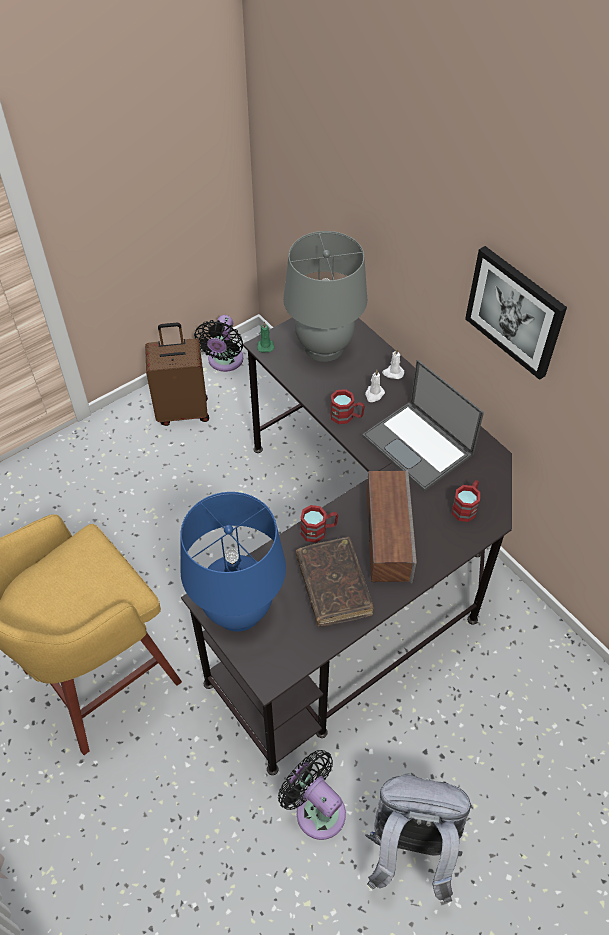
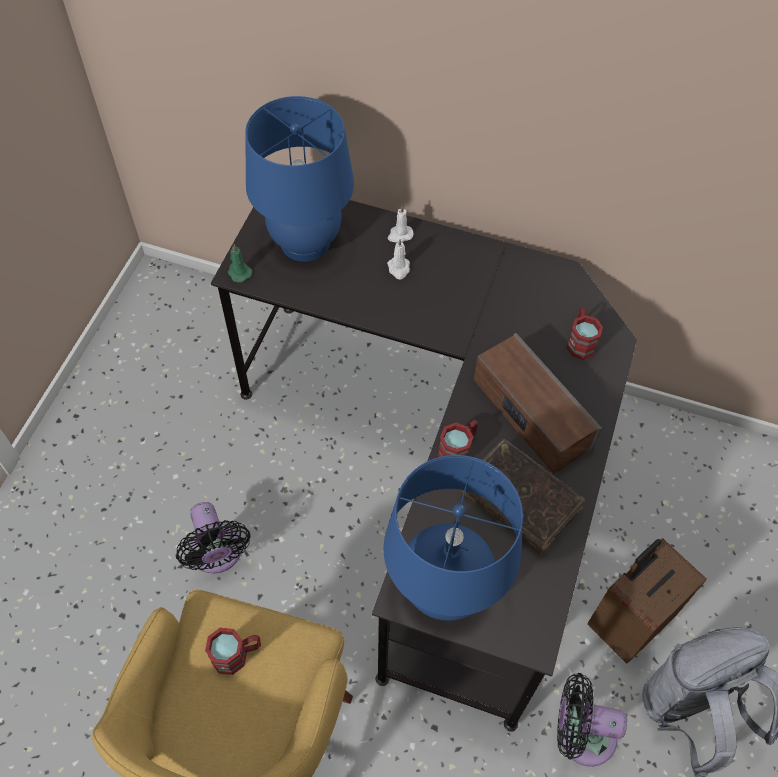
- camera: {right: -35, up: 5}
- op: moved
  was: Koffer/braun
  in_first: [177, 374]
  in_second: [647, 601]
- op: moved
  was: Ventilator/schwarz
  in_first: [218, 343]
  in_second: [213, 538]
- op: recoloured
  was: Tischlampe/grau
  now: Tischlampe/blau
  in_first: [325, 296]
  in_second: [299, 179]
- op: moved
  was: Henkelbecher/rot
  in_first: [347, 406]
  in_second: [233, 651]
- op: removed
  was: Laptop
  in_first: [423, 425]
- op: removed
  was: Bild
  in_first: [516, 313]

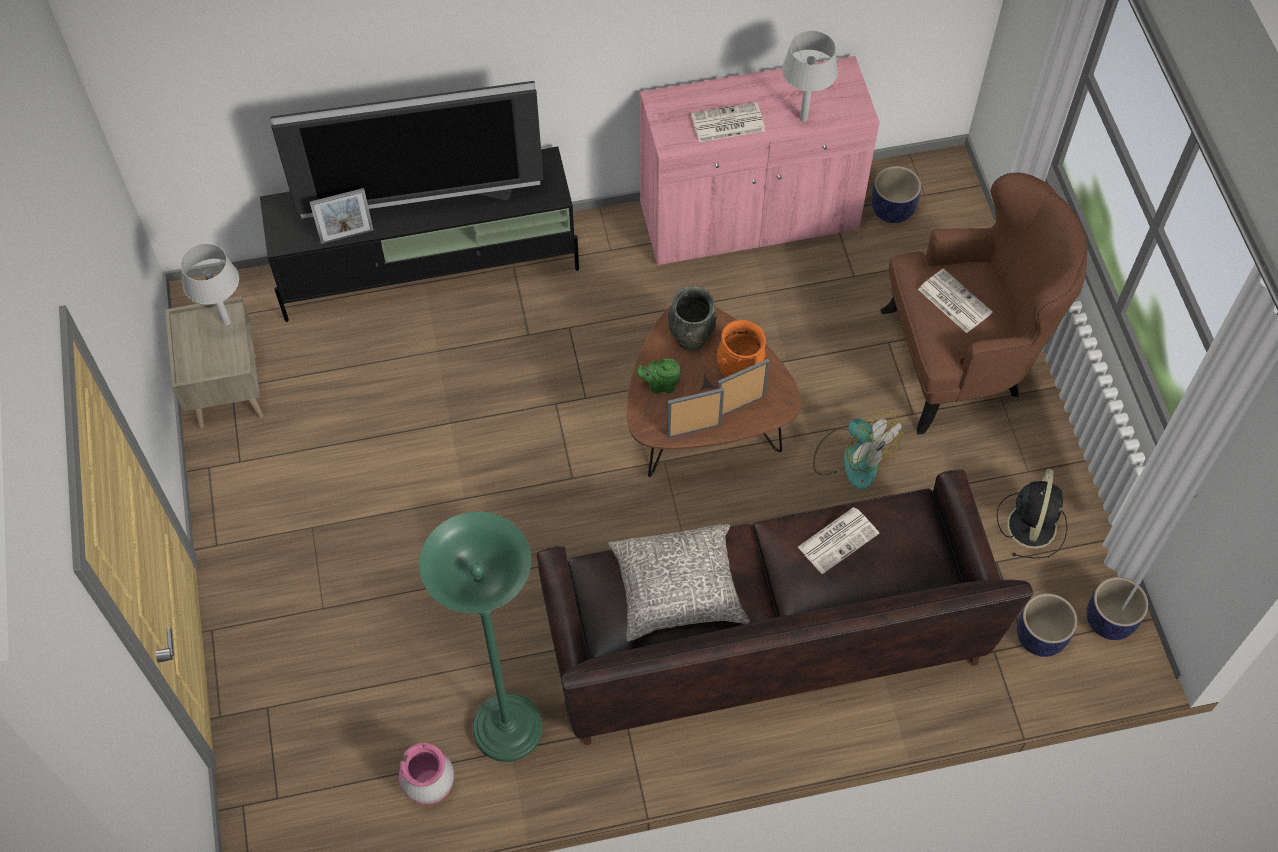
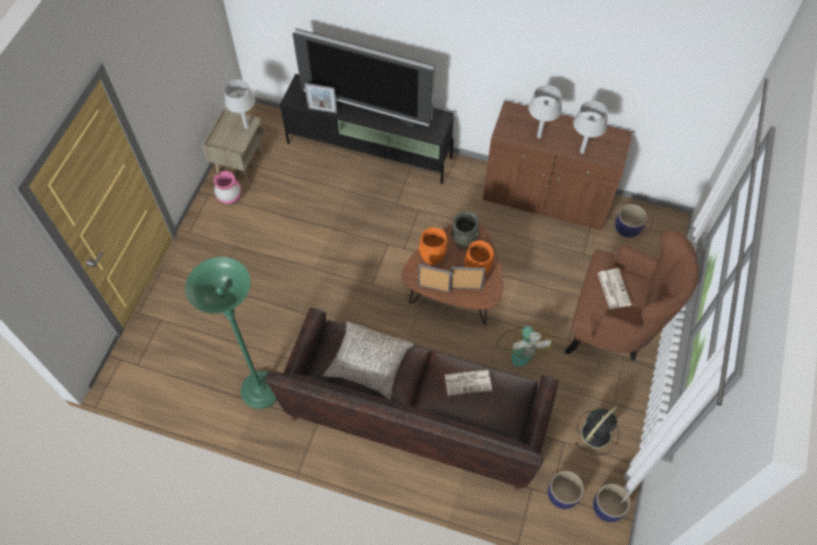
- camera: {right: 30, up: 0}
- op: moved
  was: Vase/rosa
  in_first: [426, 774]
  in_second: [227, 188]
- op: replaced
  was: Teekanne/grün
  now: Vase/orange
  in_first: [658, 376]
  in_second: [433, 246]
- op: recoloured
  was: Schrank/rosa
  now: Schrank/braun
  in_first: [759, 160]
  in_second: [558, 165]
- op: replaced
  was: Zeitung
  now: Tischlampe/grau
  in_first: [728, 122]
  in_second: [545, 111]

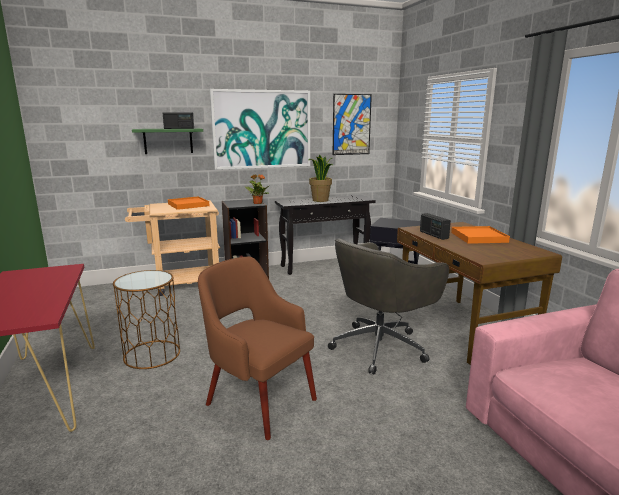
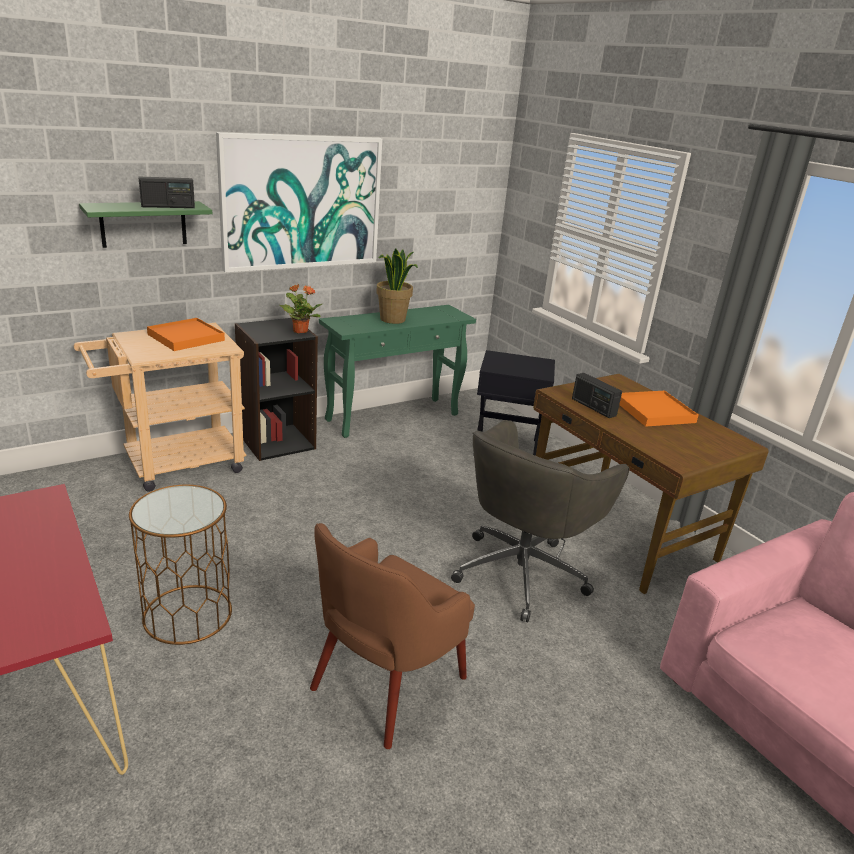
- camera: {right: -15, up: 10}
- op: turned
  was: Sessel/braun
  in_first: [257, 348]
  in_second: [392, 636]
  clockwise: -75
- op: recoloured
  was: Konsolentisch/schwarz
  now: Konsolentisch/grün
  in_first: [325, 235]
  in_second: [397, 371]
- op: removed
  was: Bild
  in_first: [352, 124]

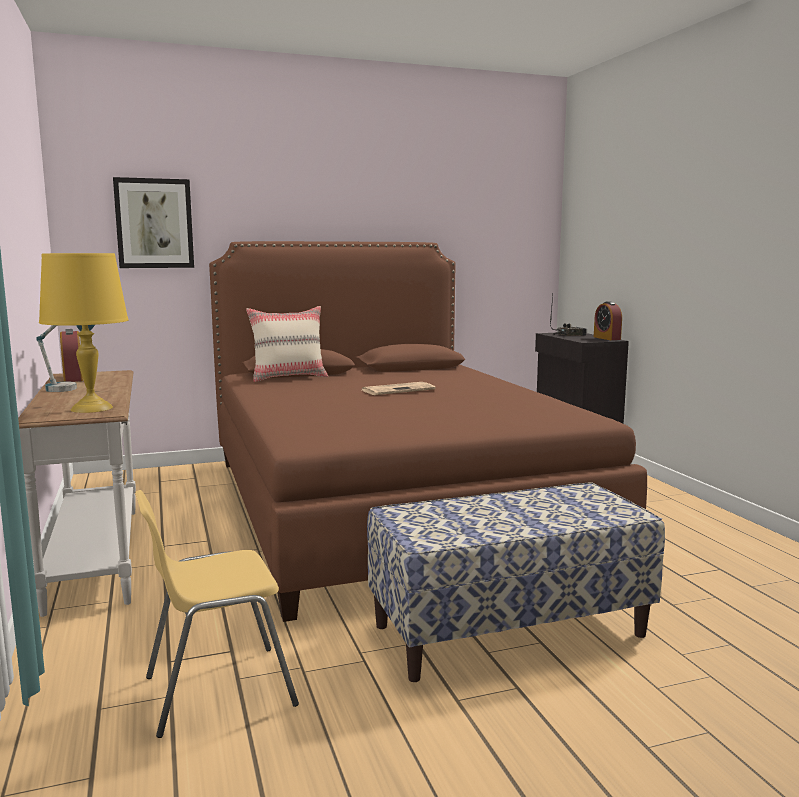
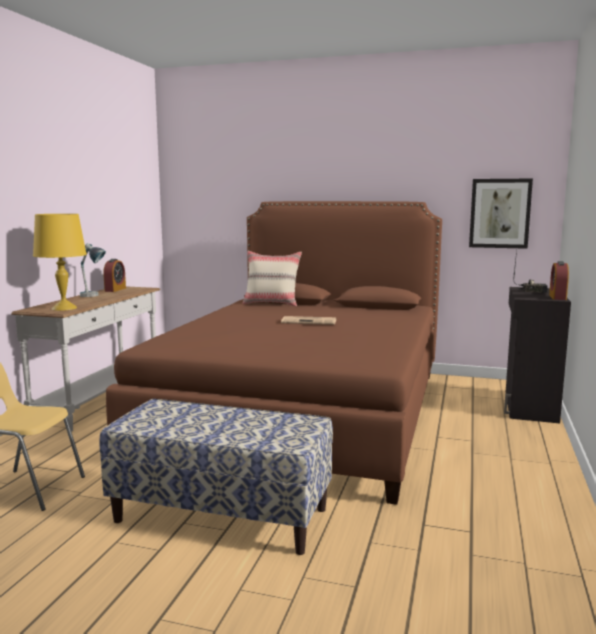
- camera: {right: 35, up: 0}
- op: moved
  was: Bild
  in_first: [153, 222]
  in_second: [501, 214]

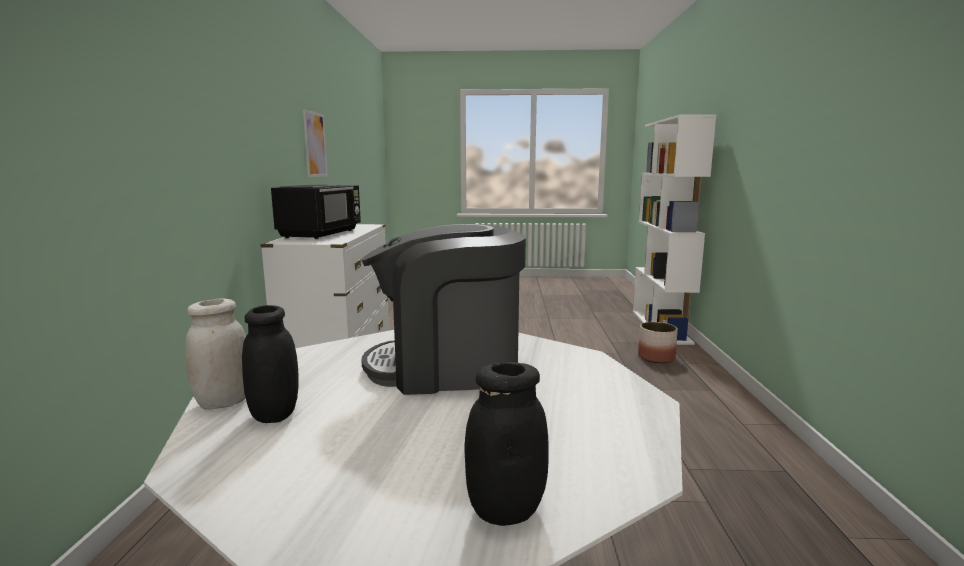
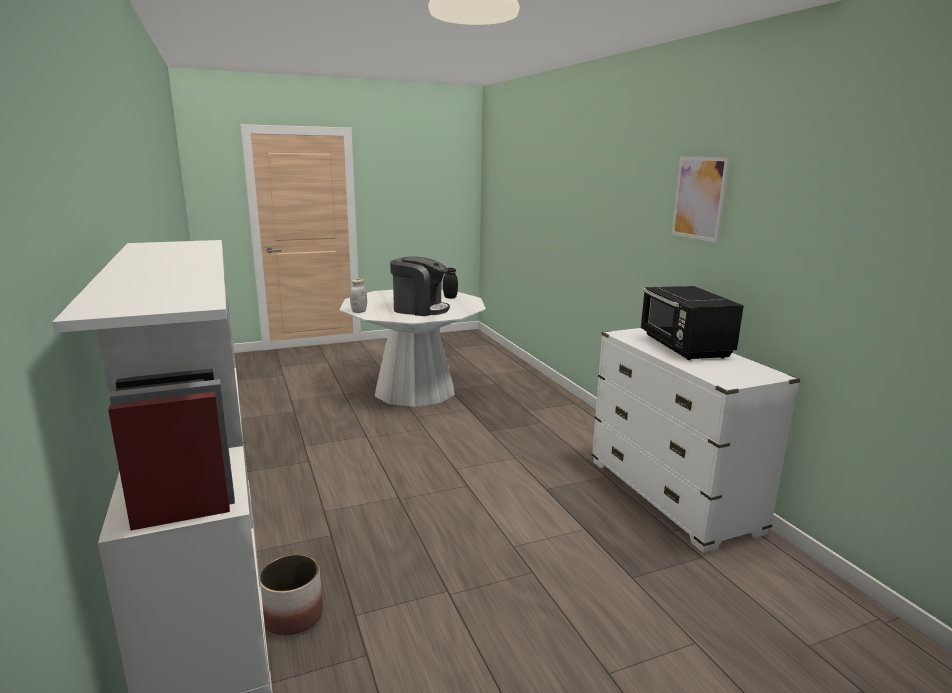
- camera: {right: 155, up: 5}
- op: moved
  was: Vorratsglas/weiß
  in_first: [215, 354]
  in_second: [358, 296]
- op: moved
  was: Bild
  in_first: [315, 143]
  in_second: [700, 200]
- op: turned
  was: Kaffeemaschine
  in_first: [443, 309]
  in_second: [420, 286]
  clockwise: 45
- op: removed
  was: Vorratsglas/schwarz
  in_first: [507, 444]

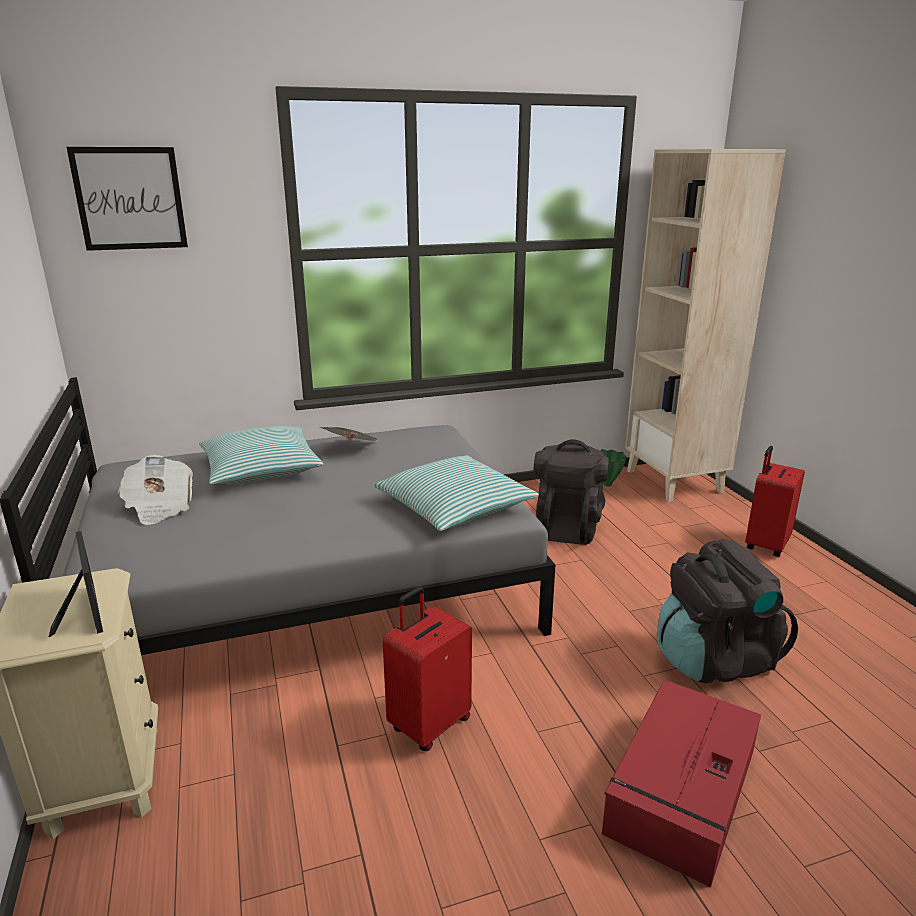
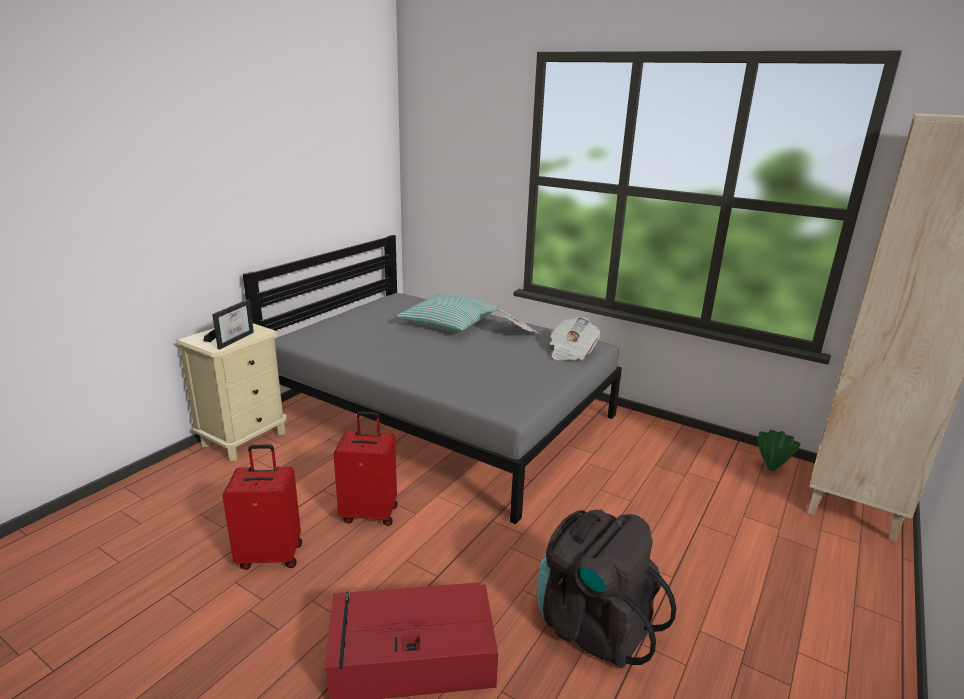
- camera: {right: 50, up: 0}
- op: removed
  was: Bild
  in_first: [127, 199]
- op: moved
  was: Zeitung
  in_first: [155, 490]
  in_second: [575, 338]
- op: removed
  was: Kissen
  in_first: [456, 493]
- op: removed
  was: Rucksack/schwarz
  in_first: [571, 492]
- op: moved
  was: Koffer/rot
  in_first: [775, 501]
  in_second: [262, 507]

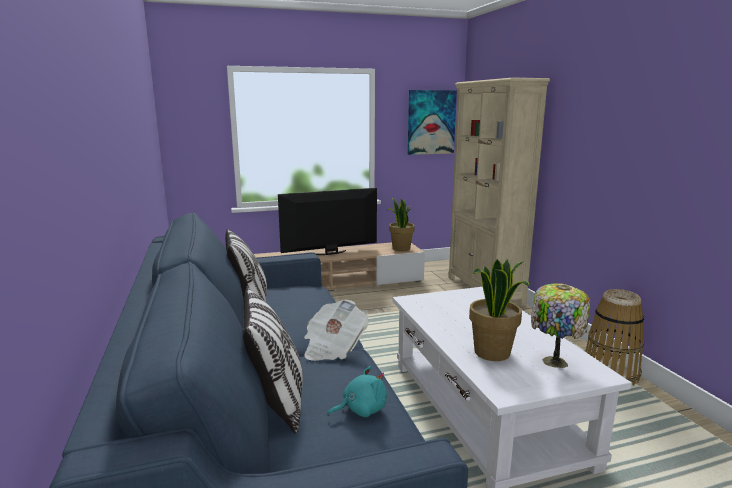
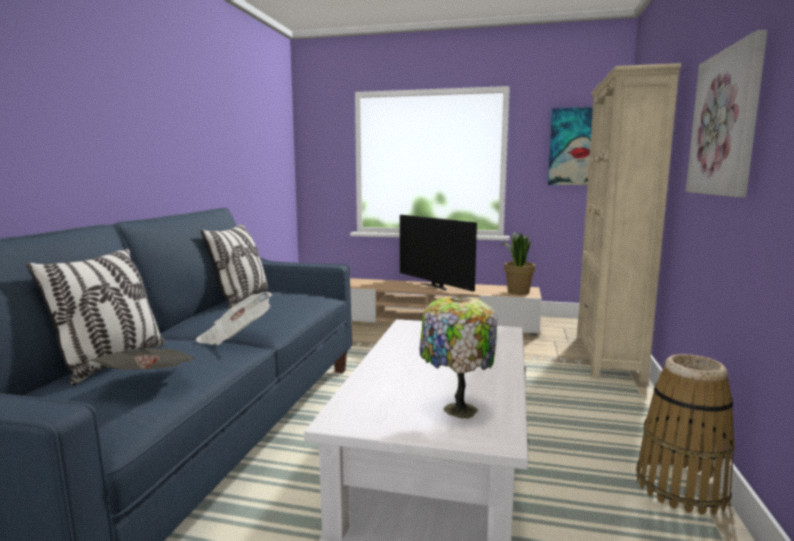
- camera: {right: 30, up: -5}
- op: turned
  was: Fernseher
  in_first: [327, 221]
  in_second: [438, 253]
  clockwise: -135
- op: replaced
  was: Plüschtier/türkis
  now: Zeitung
  in_first: [357, 391]
  in_second: [142, 359]
- op: removed
  was: Topfpflanze
  in_first: [499, 310]
- op: added
  now: Bild
  in_second: [727, 113]

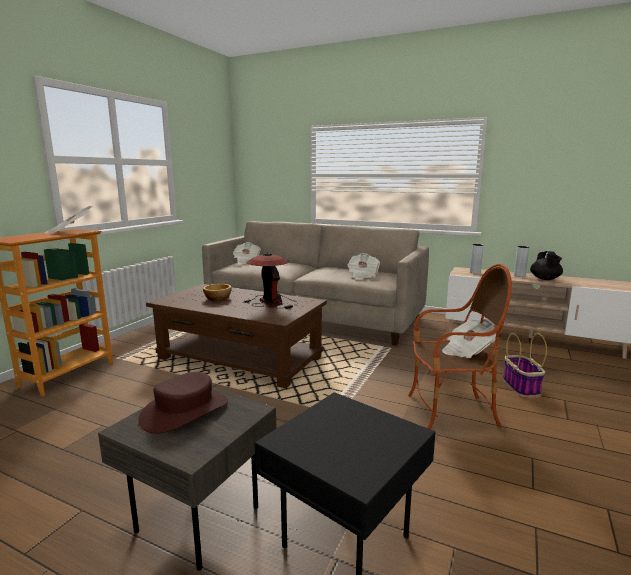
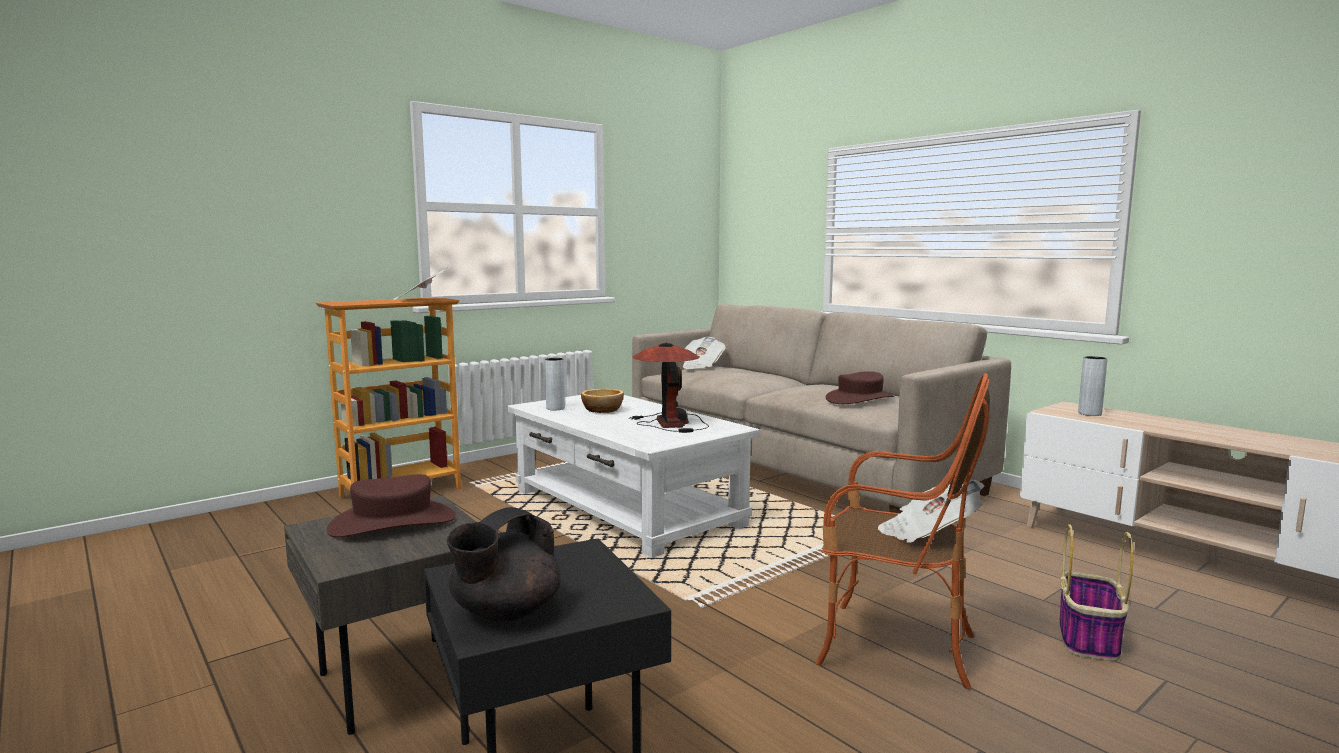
- camera: {right: 25, up: -5}
- op: recoloured
  was: Couchtisch/braun
  now: Couchtisch/weiß
  in_first: [236, 336]
  in_second: [633, 476]
- op: replaced
  was: Zeitung
  now: Hut/braun
  in_first: [363, 266]
  in_second: [860, 387]
- op: moved
  was: Vase/grau
  in_first: [521, 261]
  in_second: [555, 384]
- op: moved
  was: Teekanne/schwarz
  in_first: [546, 265]
  in_second: [504, 564]

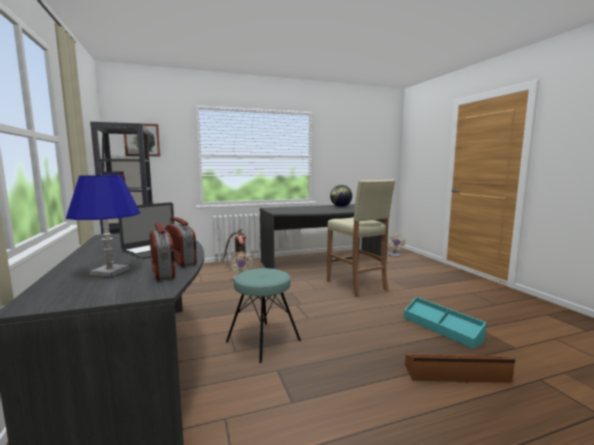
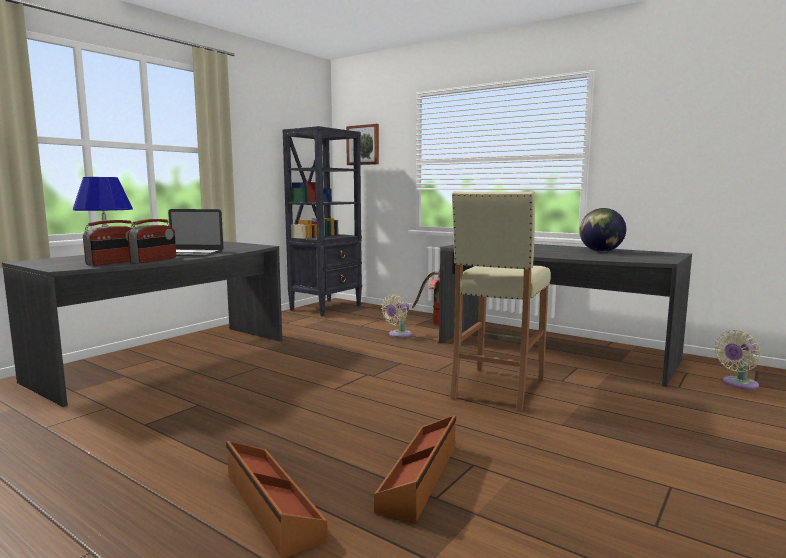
- camera: {right: 55, up: 0}
- op: removed
  was: Hocker/türkis
  in_first: [263, 315]
- op: recoloured
  was: Aufbewahrungsbox/türkis
  now: Aufbewahrungsbox/braun
  in_first: [445, 323]
  in_second: [415, 468]

